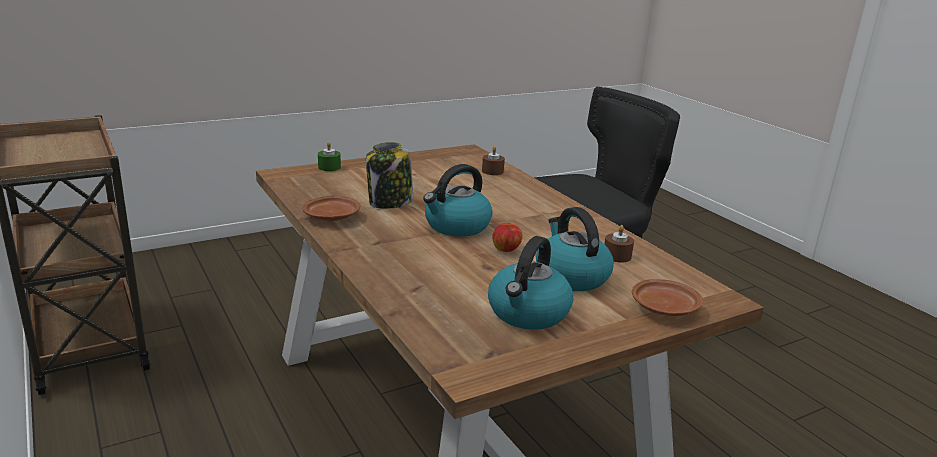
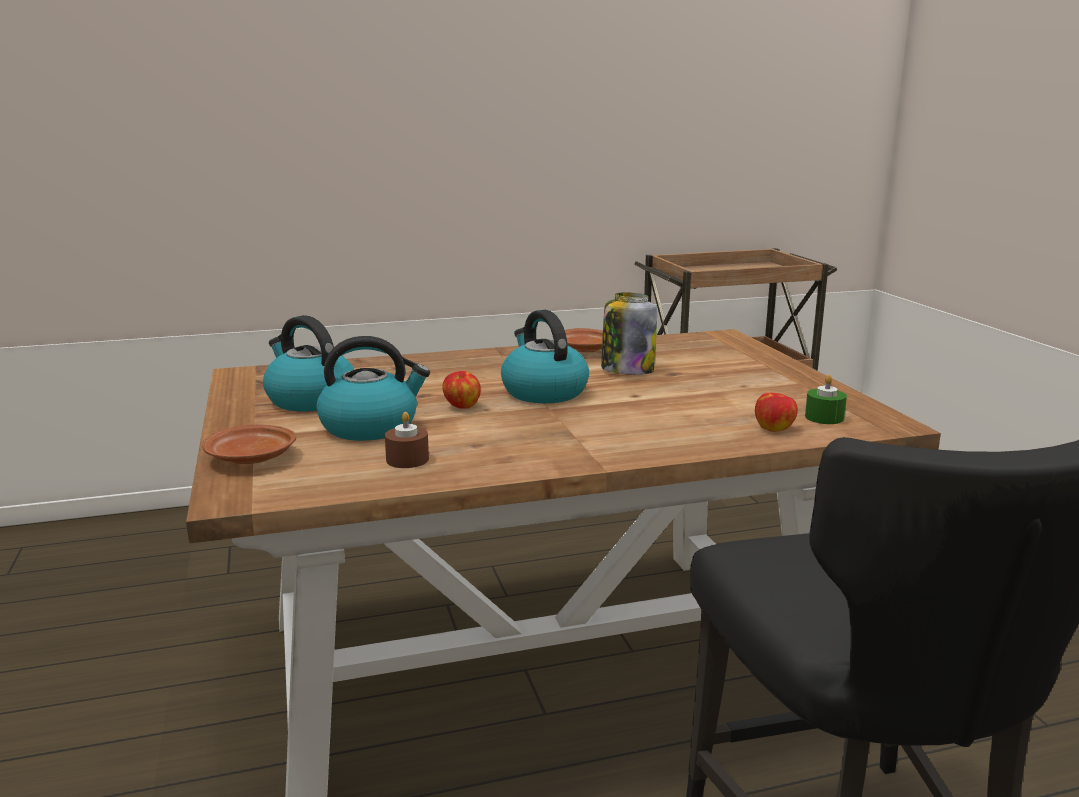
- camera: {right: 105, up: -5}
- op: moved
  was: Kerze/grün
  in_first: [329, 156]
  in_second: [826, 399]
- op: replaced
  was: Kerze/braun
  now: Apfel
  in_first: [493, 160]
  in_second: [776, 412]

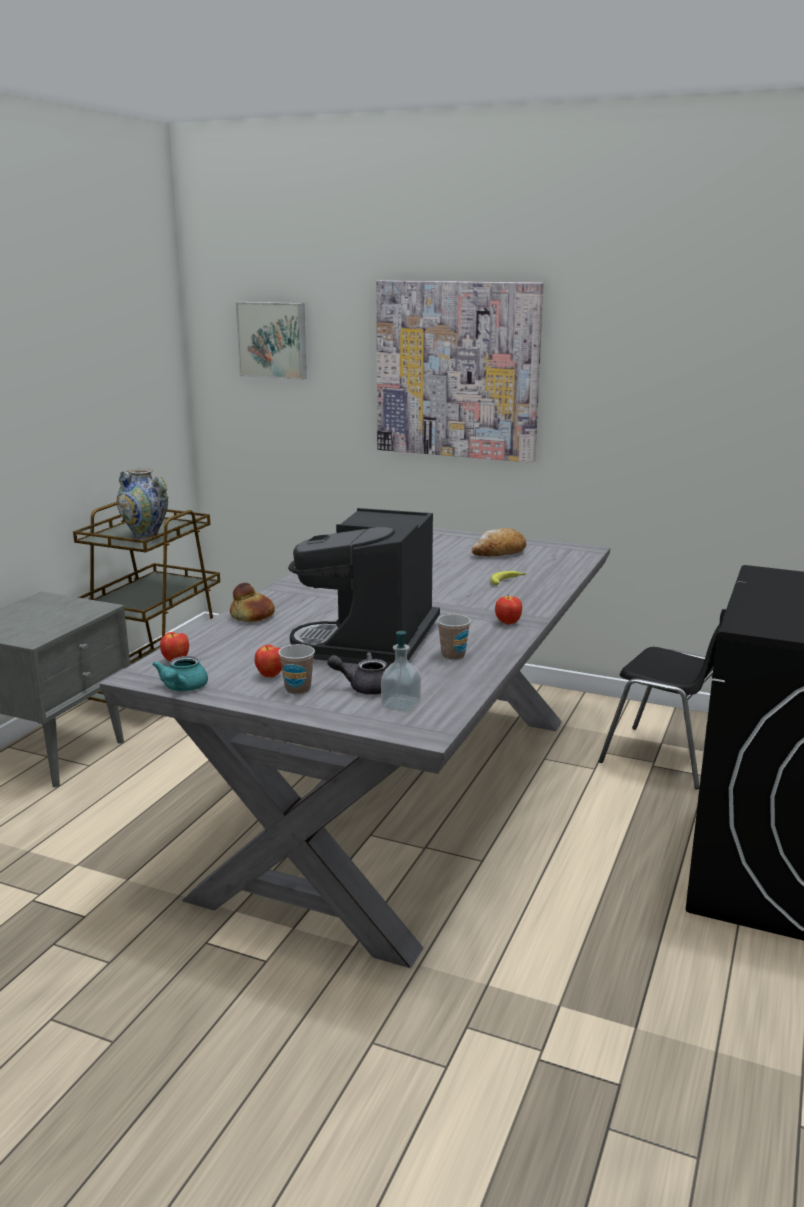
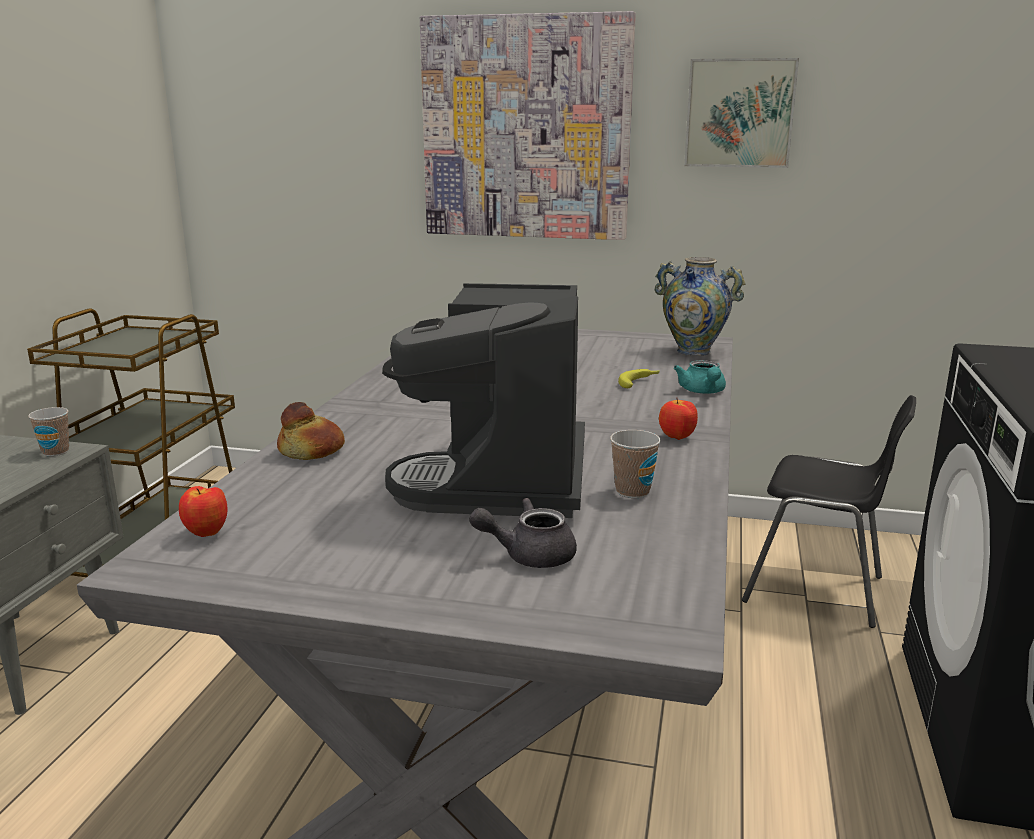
- camera: {right: -10, up: 0}
- op: moved
  was: Vase
  in_first: [142, 504]
  in_second: [700, 306]
- op: moved
  was: Teekanne/türkis
  in_first: [180, 673]
  in_second: [700, 377]
- op: moved
  was: Bild
  in_first: [271, 341]
  in_second: [741, 113]
- op: removed
  was: Apfel
  in_first: [268, 661]
- op: moved
  was: Tasse
  in_first: [296, 669]
  in_second: [48, 431]
- op: removed
  was: Seifenspender
  in_first: [401, 672]
- op: removed
  was: Brot
  in_first: [499, 542]

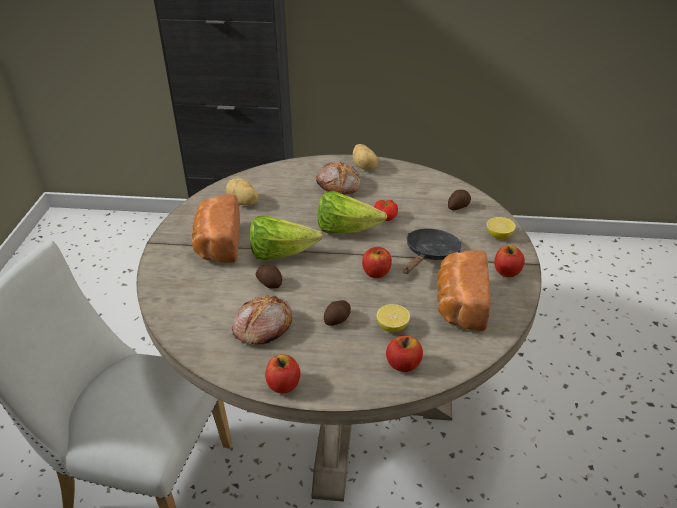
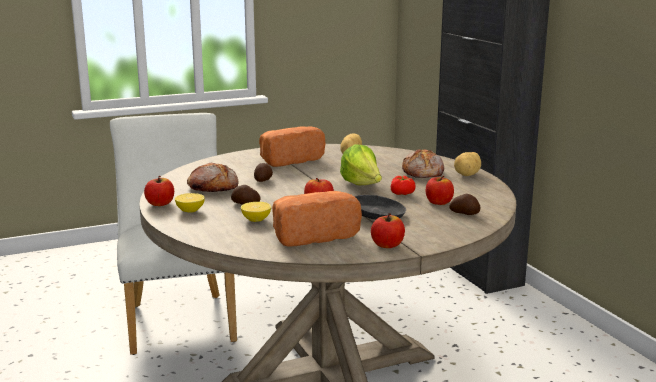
- camera: {right: 60, up: -20}
- op: removed
  was: Salatkopf
  in_first: [286, 237]
- op: moved
  was: Apfel
  in_first: [404, 354]
  in_second: [440, 190]
- op: moved
  was: Zitrone
  in_first: [501, 228]
  in_second: [190, 202]

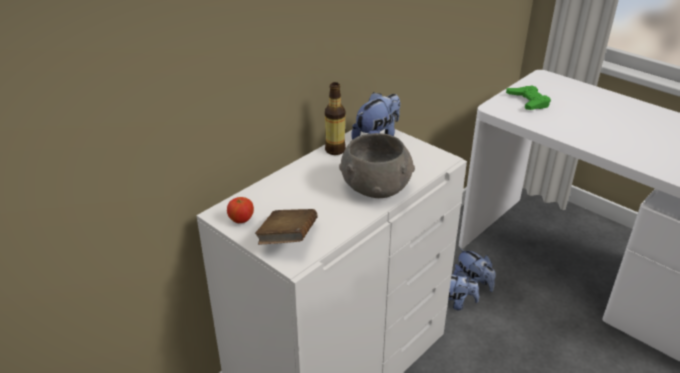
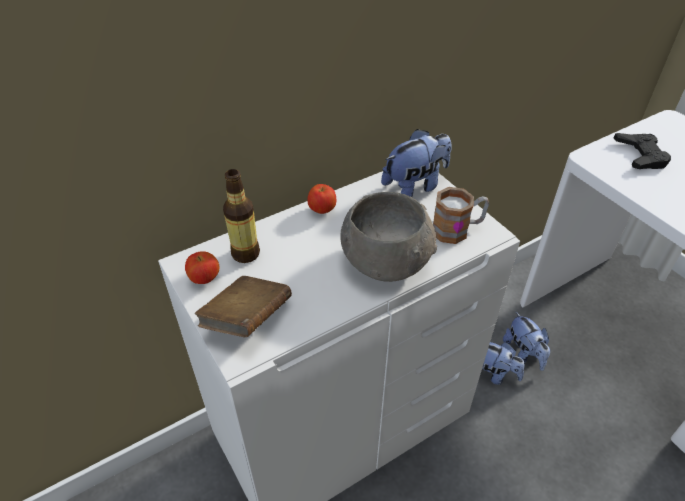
- camera: {right: 15, up: 10}
- op: moved
  was: Flasche
  in_first: [335, 118]
  in_second: [241, 216]
- op: recoloured
  was: Gamepad/grün
  now: Gamepad/schwarz
  in_first: [528, 97]
  in_second: [642, 151]
- op: added
  now: Apfel
  in_second: [321, 199]
- op: added
  now: Henkelbecher
  in_second: [461, 215]

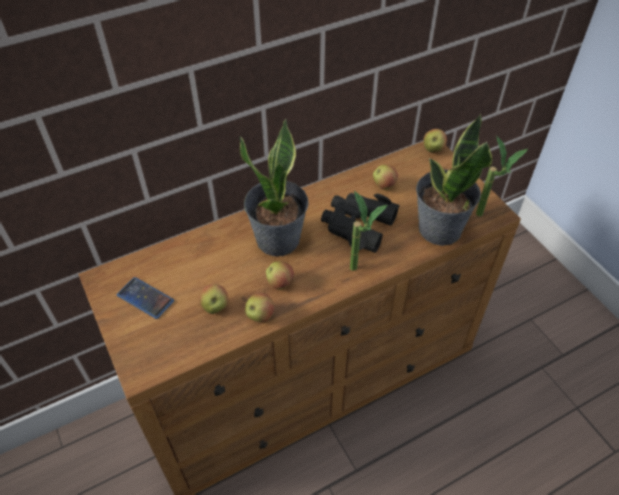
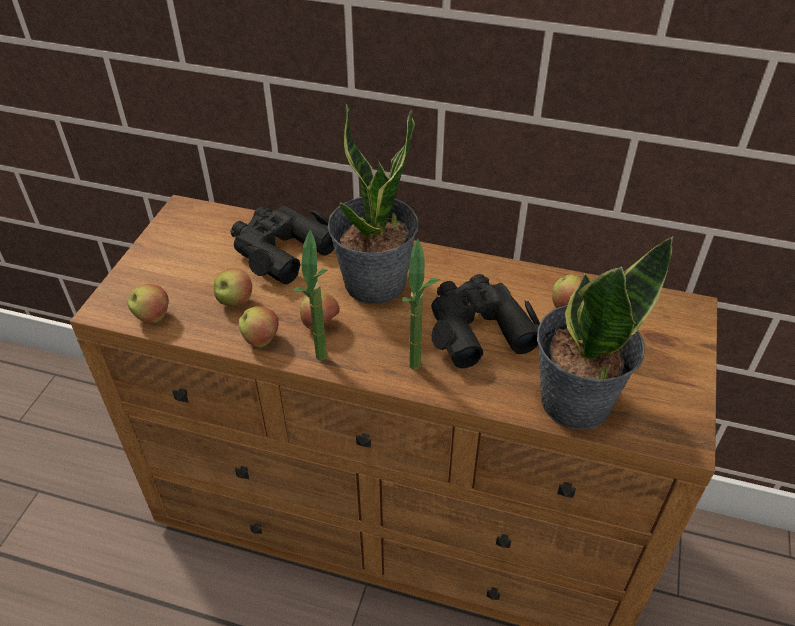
- camera: {right: 45, up: -5}
- op: removed
  was: Handy
  in_first: [145, 298]
- op: moved
  was: Apfel
  in_first: [435, 140]
  in_second: [148, 303]
- op: moved
  was: Topfpflanze
  in_first: [502, 176]
  in_second: [310, 295]
- op: added
  now: Fernglas/schwarz
  in_second: [282, 245]

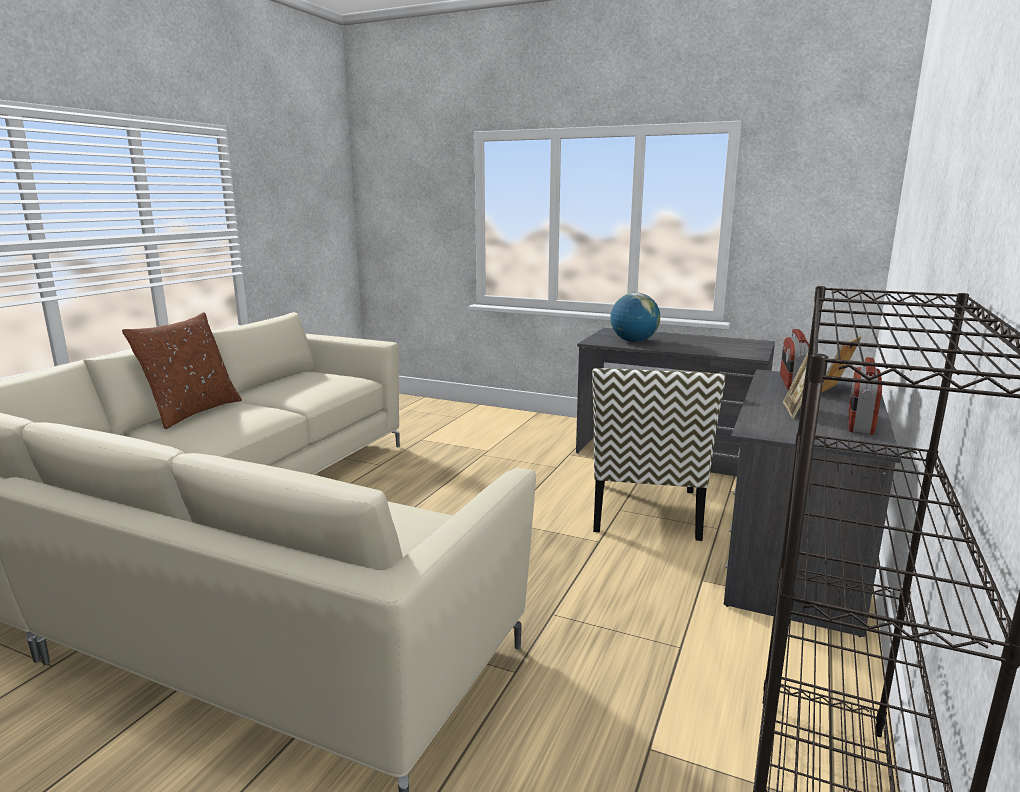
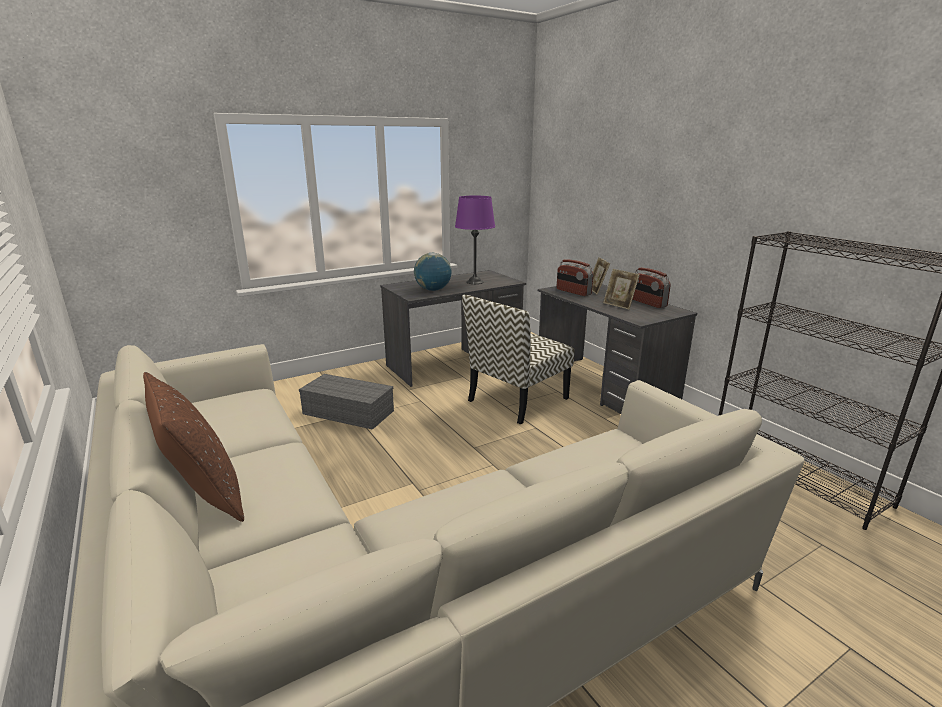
- camera: {right: -55, up: 5}
- op: turned
  was: Stuhl
  in_first: [659, 454]
  in_second: [518, 360]
  clockwise: 90
- op: added
  now: Aufbewahrungsbox/grau
  in_second: [346, 402]
- op: added
  now: Tischlampe/lila
  in_second: [475, 240]

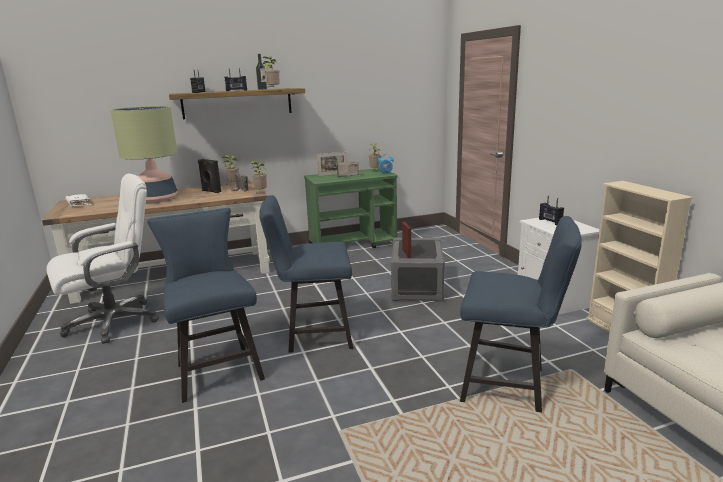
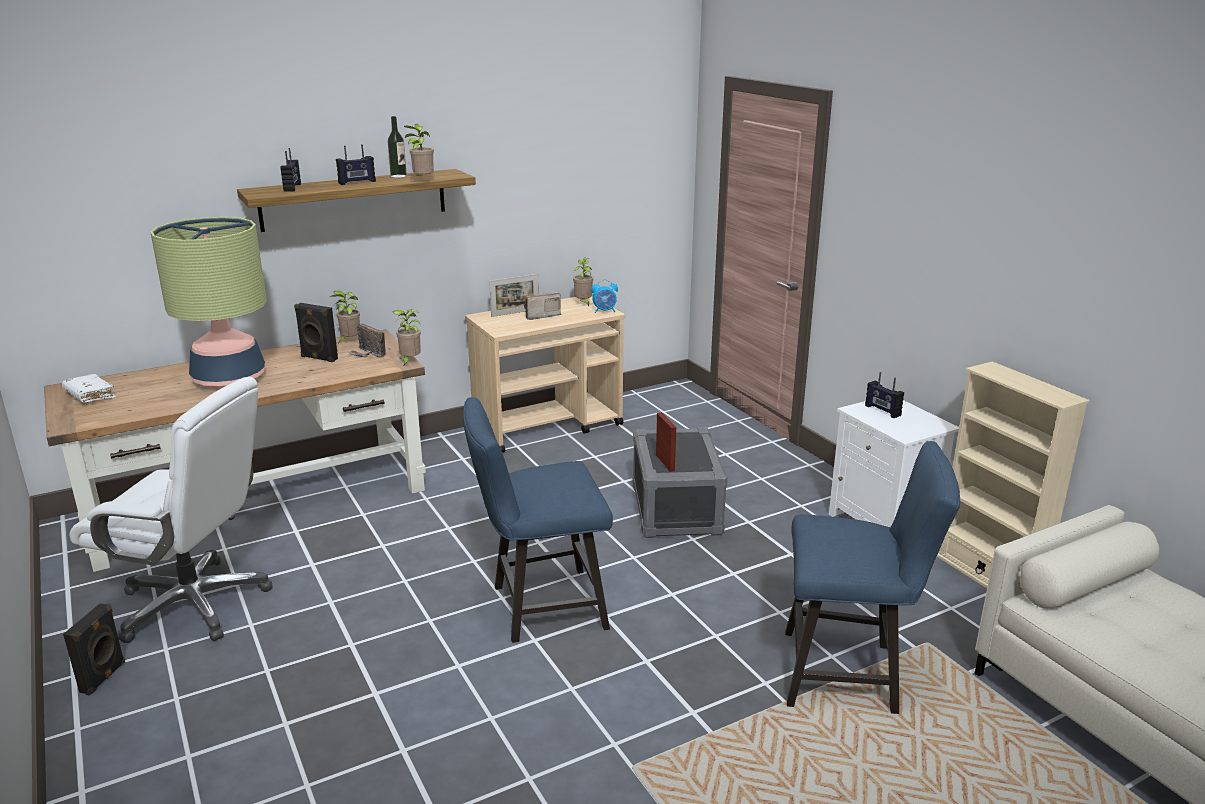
- camera: {right: -10, up: 5}
- op: turned
  was: Bürostuhl/weiß
  in_first: [103, 258]
  in_second: [171, 510]
  clockwise: 60
- op: removed
  was: Stuhl/blau
  in_first: [206, 305]
- op: recoloured
  was: Rollwagen/grün
  now: Rollwagen/beige
  in_first: [351, 208]
  in_second: [545, 374]
- op: added
  now: Lautsprecher/schwarz
  in_second: [94, 649]

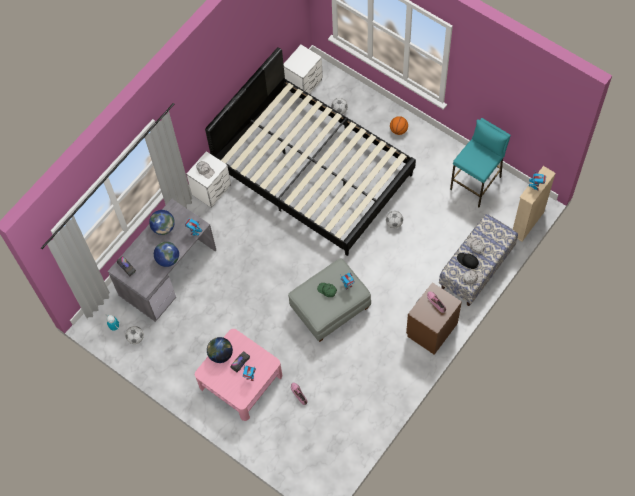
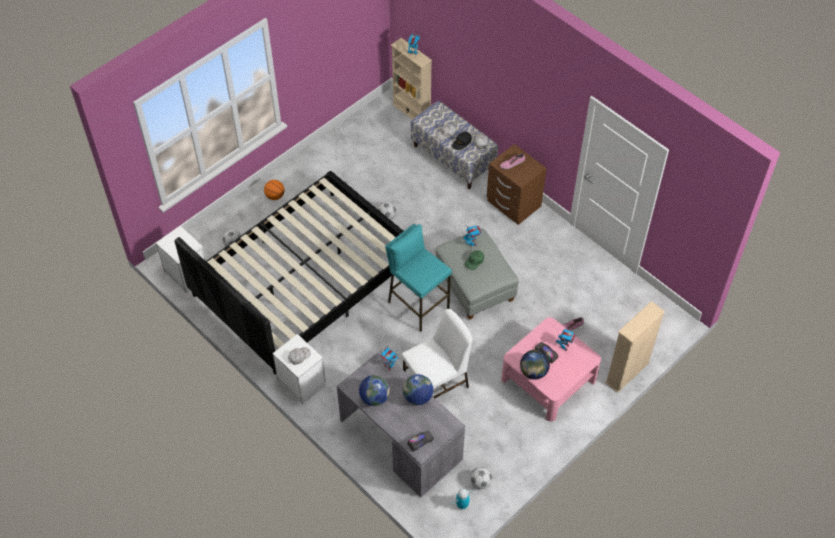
- camera: {right: -85, up: -10}
- op: moved
  was: Hocker/türkis
  in_first: [480, 162]
  in_second: [418, 278]
- op: added
  now: Stuhl/weiß
  in_second: [437, 353]
- op: added
  now: Bücherregal/beige
  in_second: [635, 347]

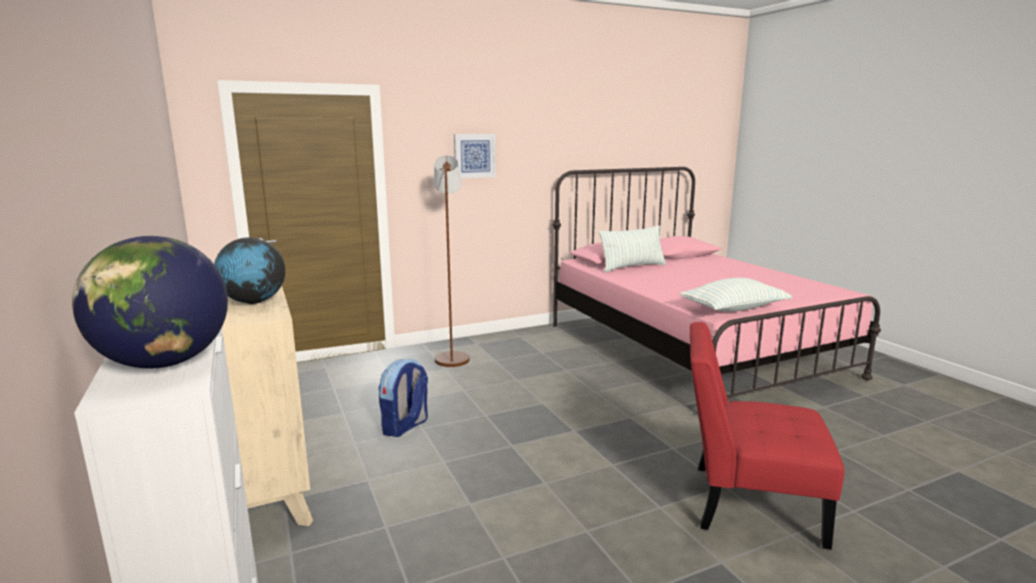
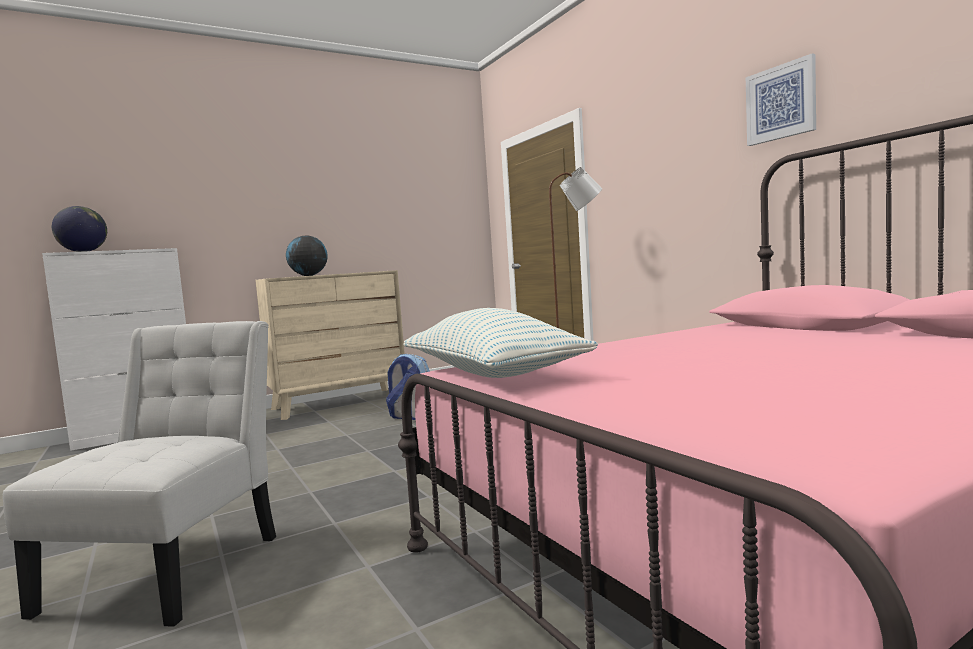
- camera: {right: 85, up: -10}
- op: moved
  was: Bild
  in_first: [475, 156]
  in_second: [781, 99]
- op: removed
  was: Kissen
  in_first: [632, 248]
- op: recoloured
  was: Stuhl/rot
  now: Stuhl/weiß
  in_first: [767, 436]
  in_second: [139, 474]

